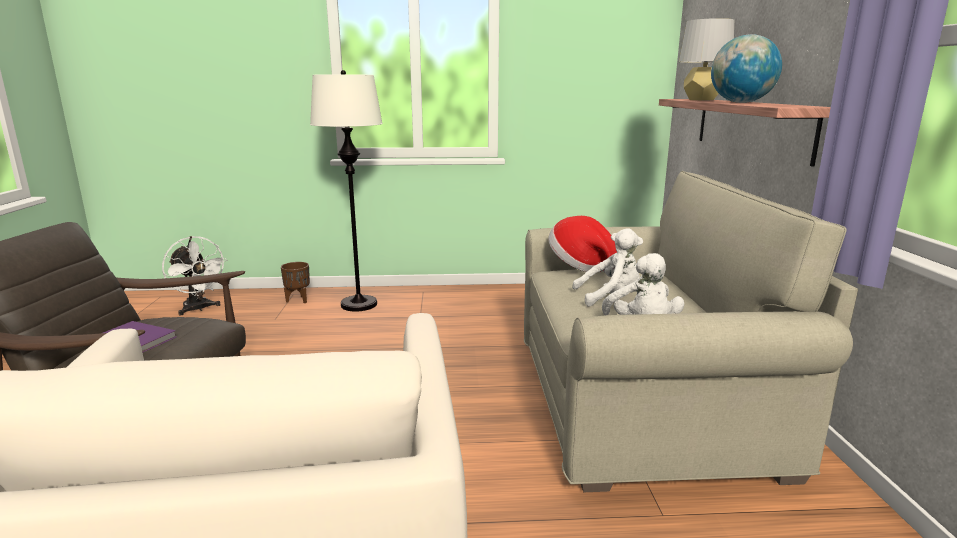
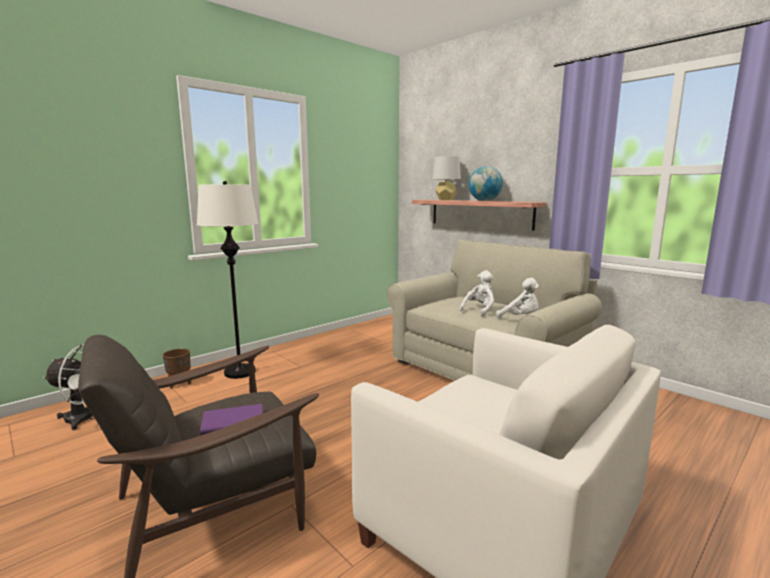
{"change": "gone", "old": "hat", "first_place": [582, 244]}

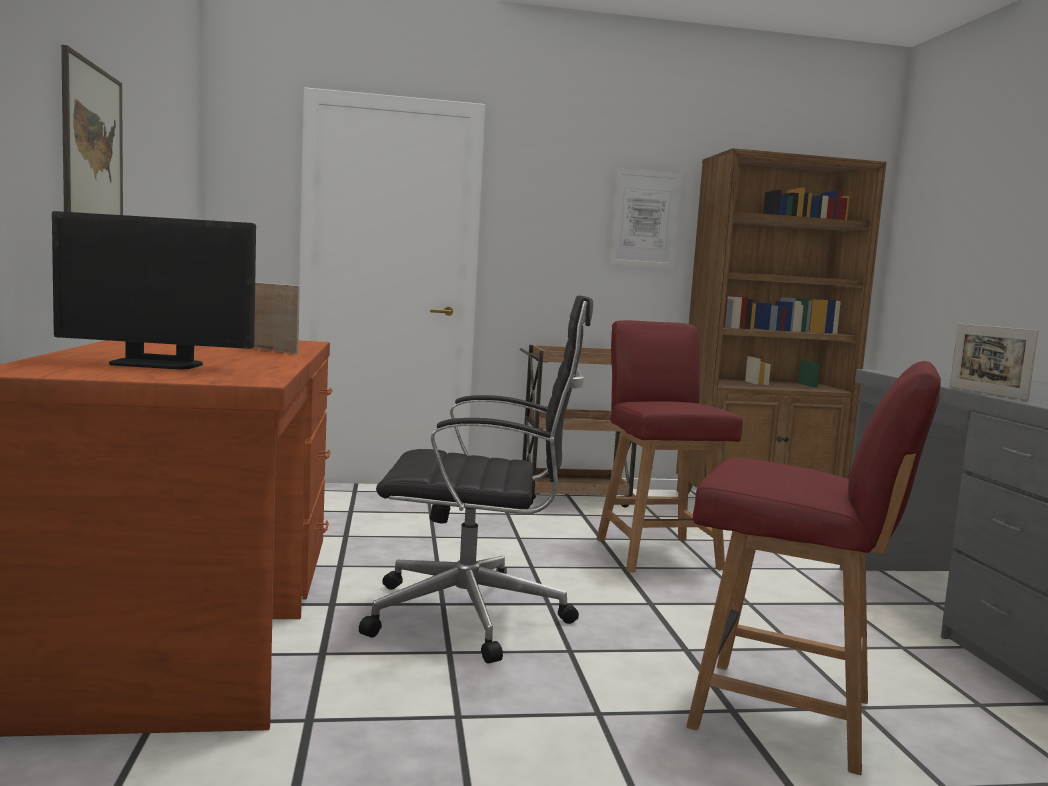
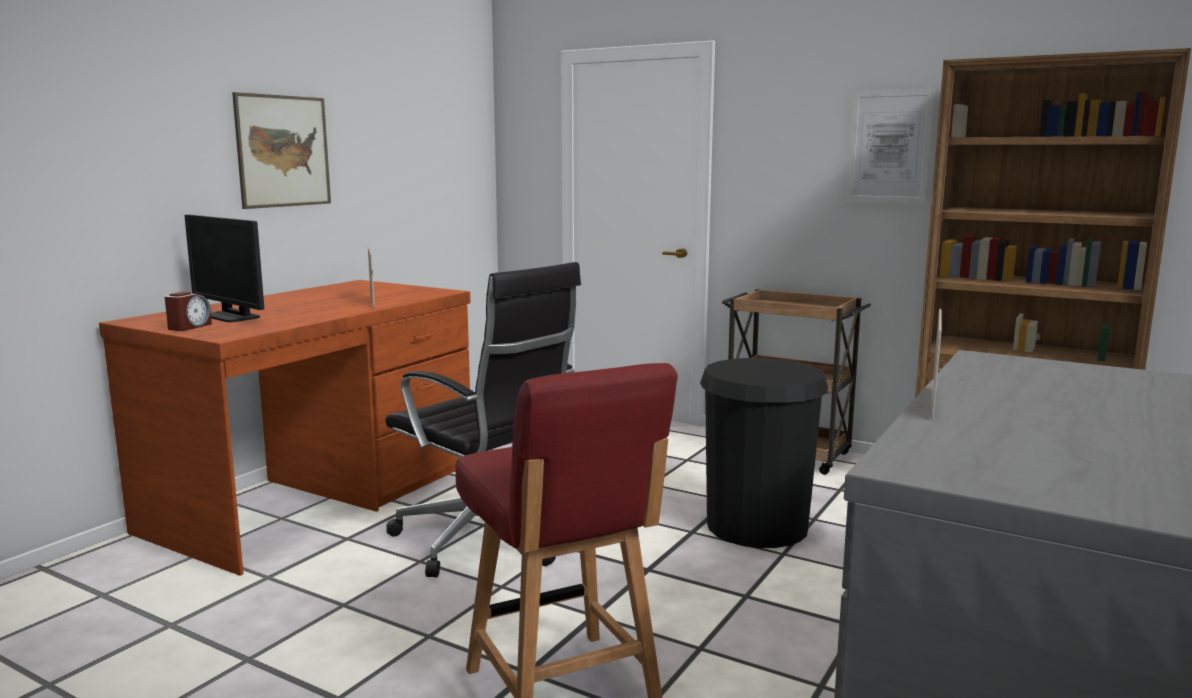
{"change": "new", "new": "bedside clock", "second_place": [188, 311]}
{"change": "swapped", "old": "upright chair in red", "new": "waste bin in black", "first_place": [670, 446], "second_place": [764, 453]}

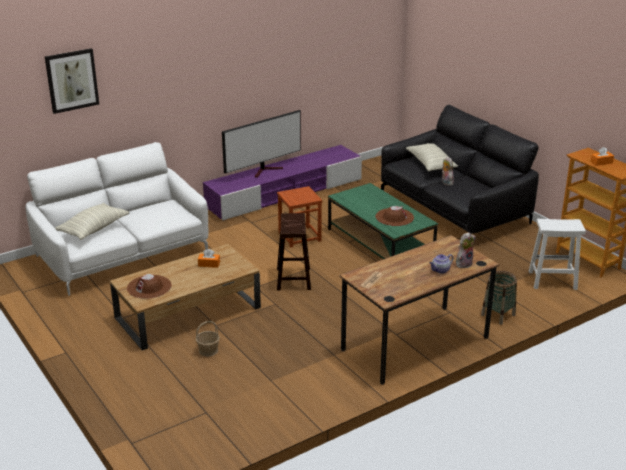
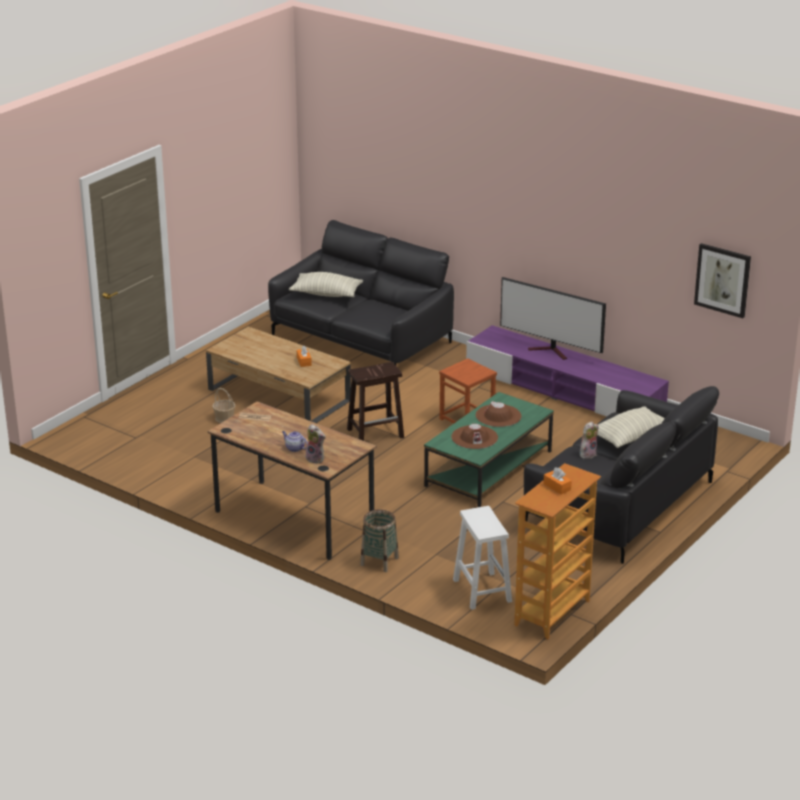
{"change": "repainted", "old": "sofa in white", "new": "sofa in black", "first_place": [116, 219], "second_place": [361, 292]}
{"change": "shifted", "old": "hat in brown", "first_place": [149, 286], "second_place": [498, 414]}
{"change": "shifted", "old": "wall art", "first_place": [72, 81], "second_place": [722, 280]}

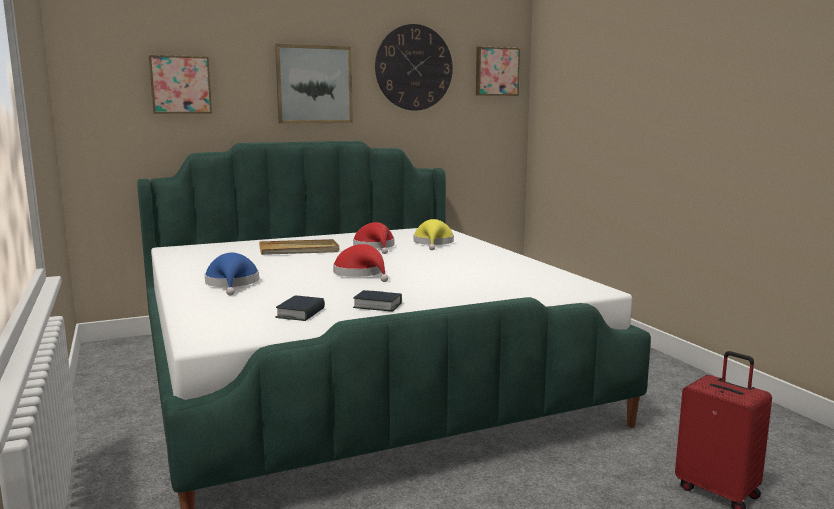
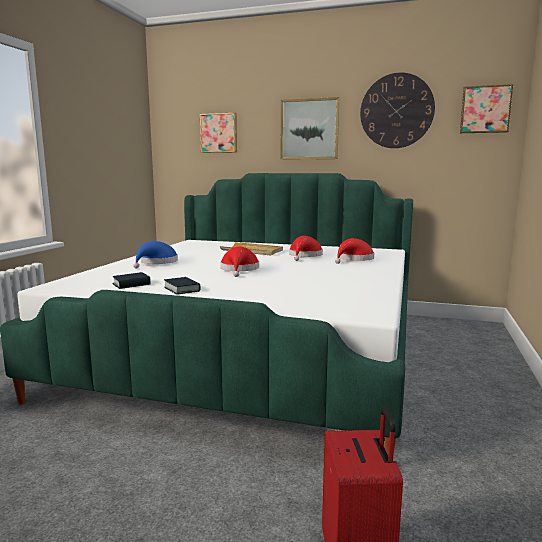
{"change": "repainted", "old": "hat in yellowish", "new": "hat in red", "first_place": [434, 234], "second_place": [354, 251]}

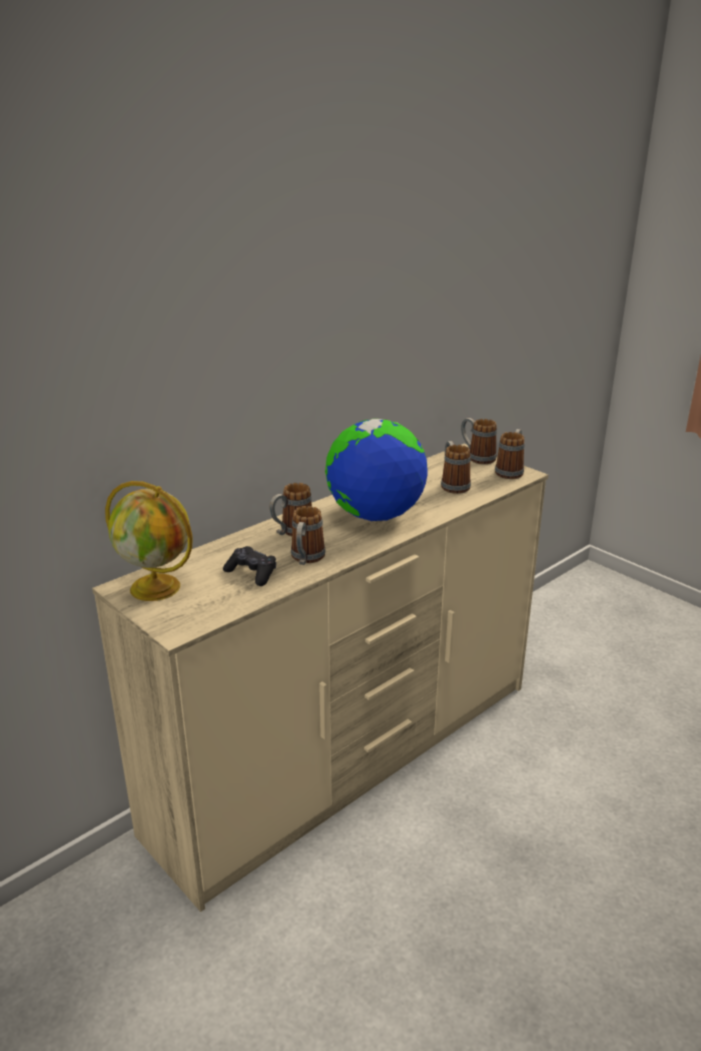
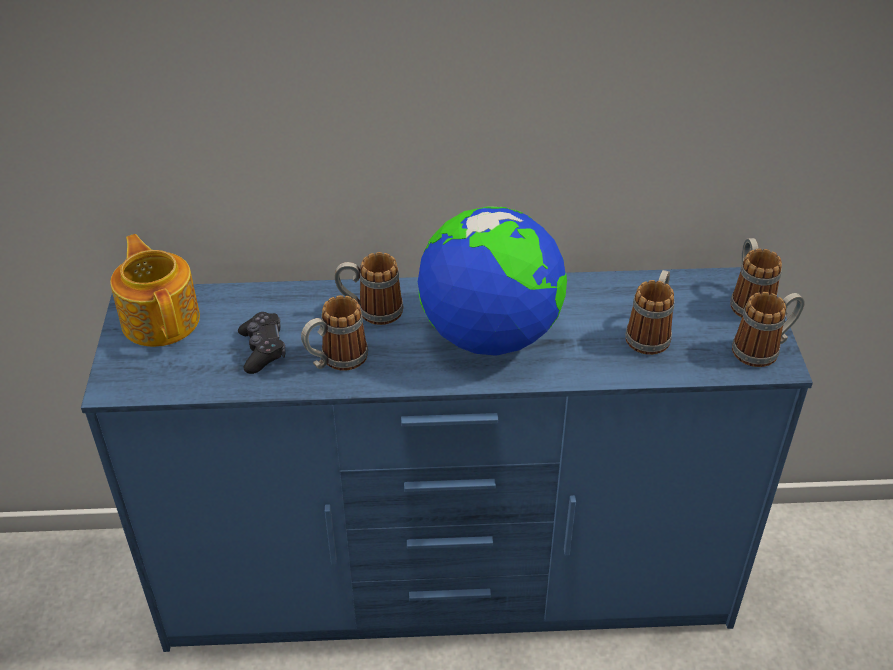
{"change": "repainted", "old": "chest of drawers in beige", "new": "chest of drawers in blue-coloured", "first_place": [320, 678], "second_place": [447, 459]}
{"change": "swapped", "old": "world globe", "new": "pot for tea", "first_place": [149, 541], "second_place": [155, 290]}

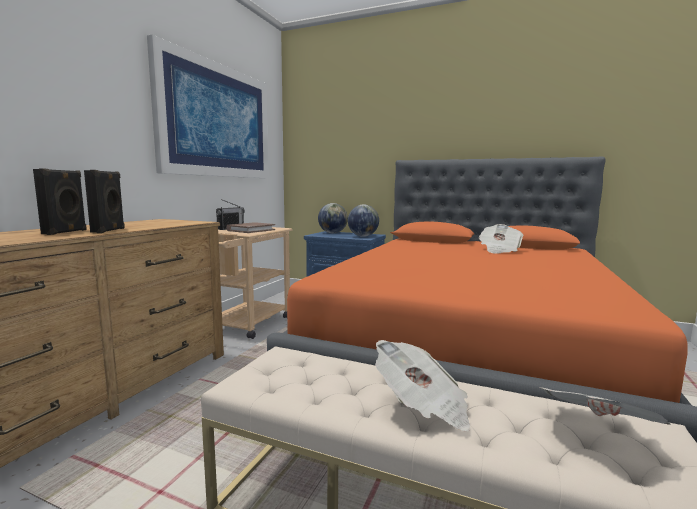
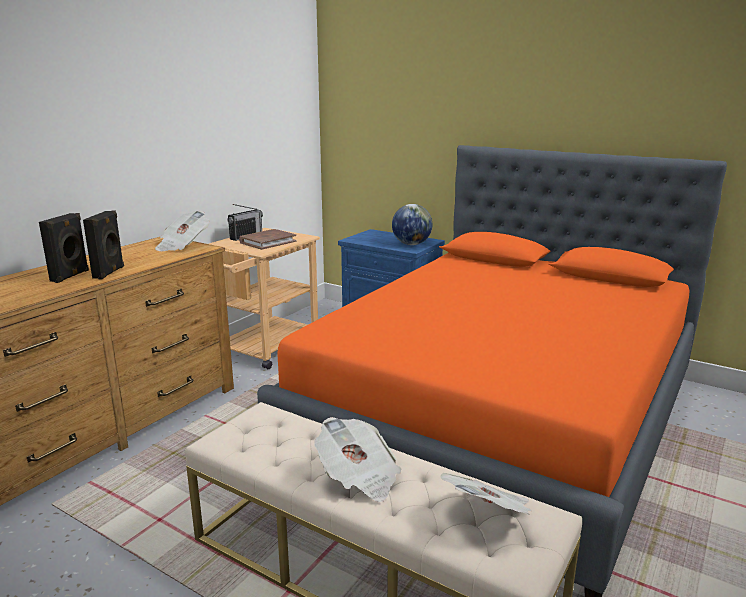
{"change": "shifted", "old": "printed paper", "first_place": [501, 239], "second_place": [182, 231]}
{"change": "gone", "old": "wall art", "first_place": [208, 106]}
{"change": "gone", "old": "world globe", "first_place": [333, 218]}

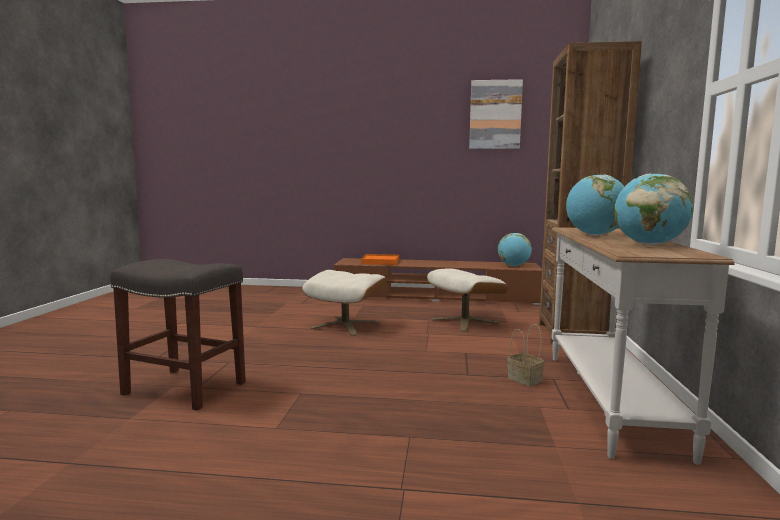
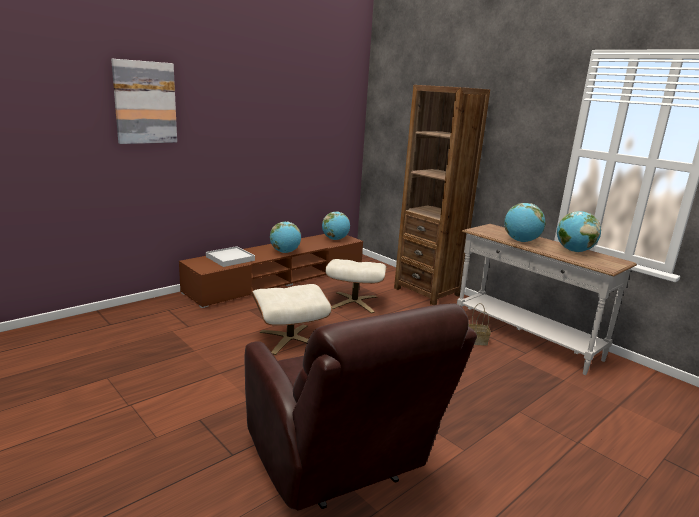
{"change": "shifted", "old": "wall art", "first_place": [496, 114], "second_place": [144, 101]}
{"change": "repainted", "old": "serving tray in orange", "new": "serving tray in white", "first_place": [380, 259], "second_place": [230, 256]}
{"change": "swapped", "old": "stool seat in gray", "new": "lounge chair in brown", "first_place": [178, 335], "second_place": [361, 406]}
{"change": "new", "new": "world globe", "second_place": [285, 237]}

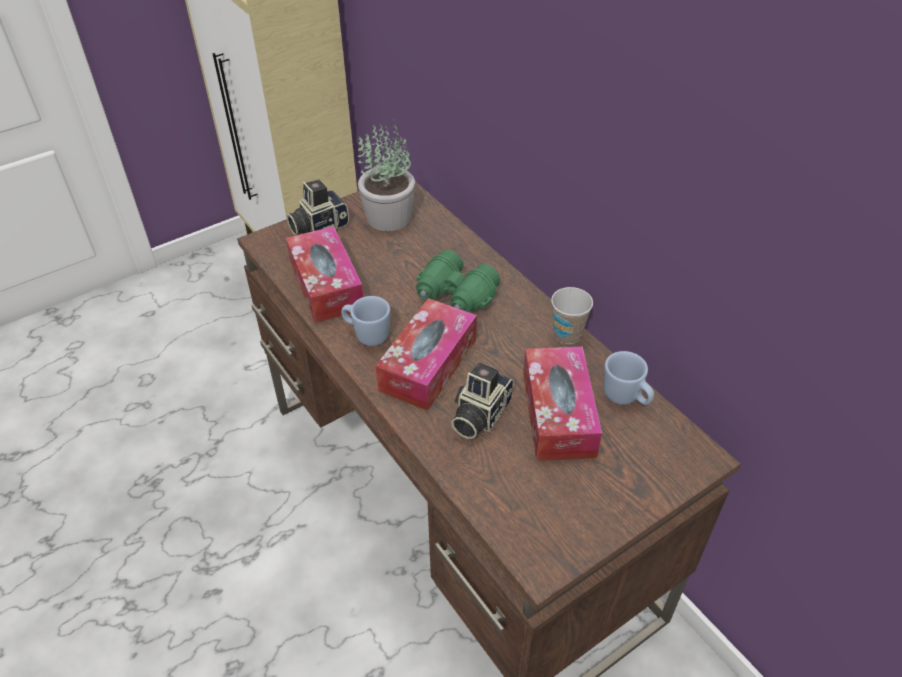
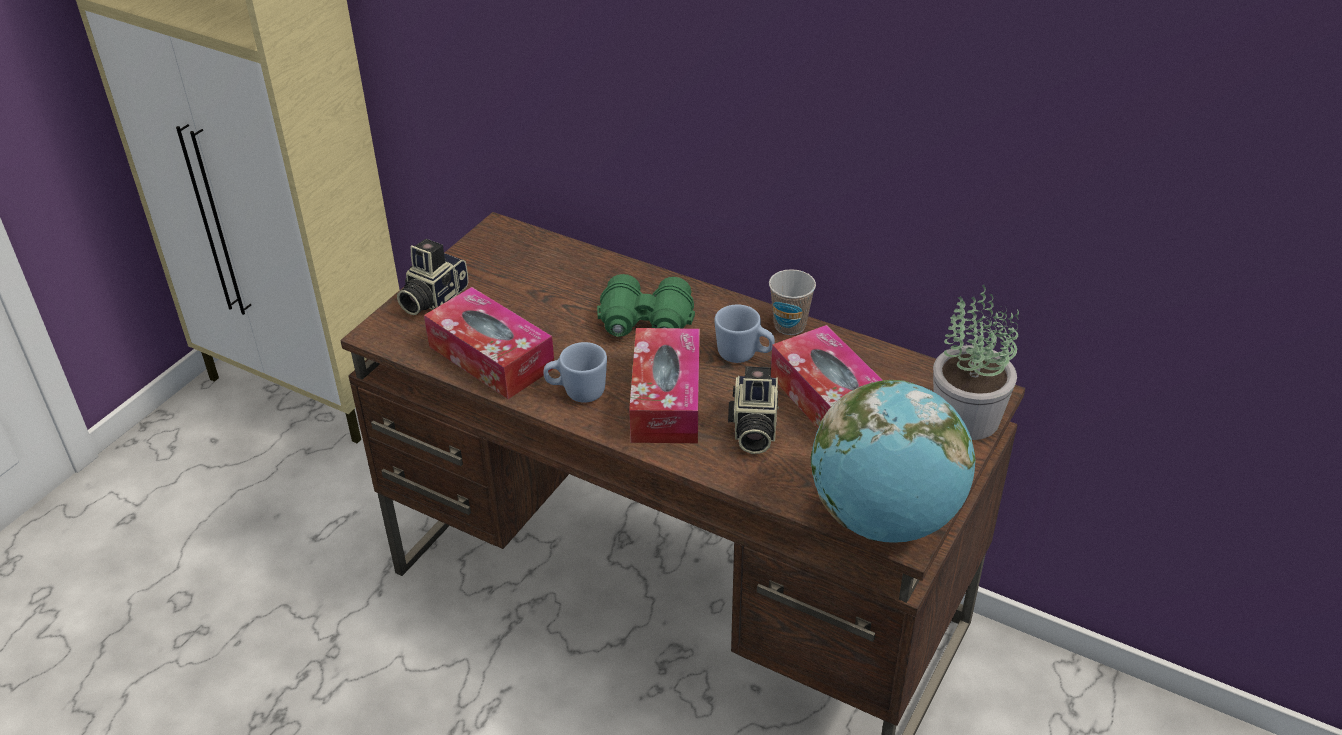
{"change": "shifted", "old": "coffee mug in blue-coloured", "first_place": [629, 378], "second_place": [744, 333]}
{"change": "new", "new": "world globe", "second_place": [893, 461]}
{"change": "shifted", "old": "houseplant", "first_place": [386, 175], "second_place": [976, 362]}

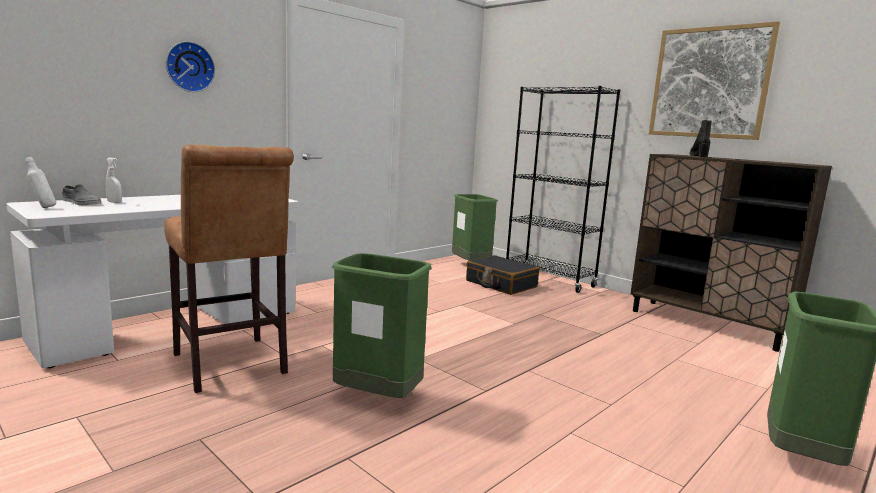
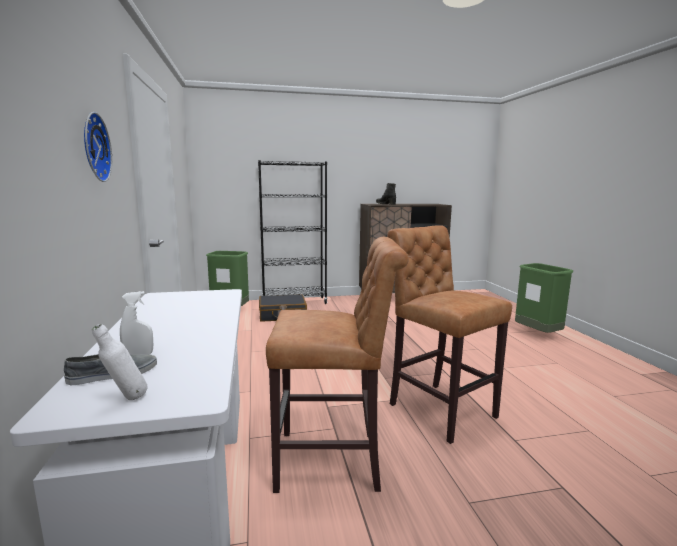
{"change": "swapped", "old": "waste bin in green", "new": "stool seat in brown", "first_place": [382, 325], "second_place": [449, 334]}
{"change": "gone", "old": "wall art", "first_place": [714, 80]}

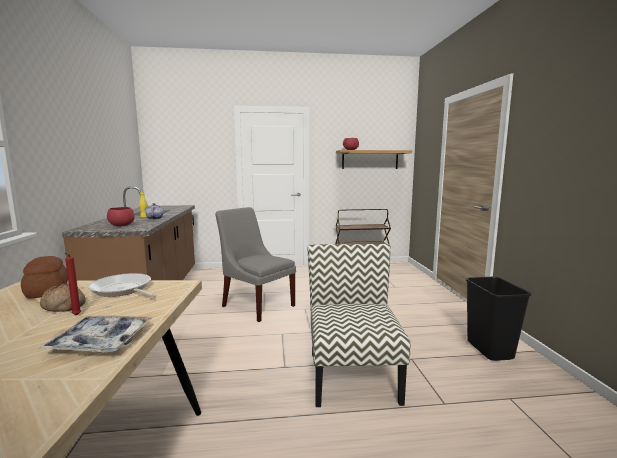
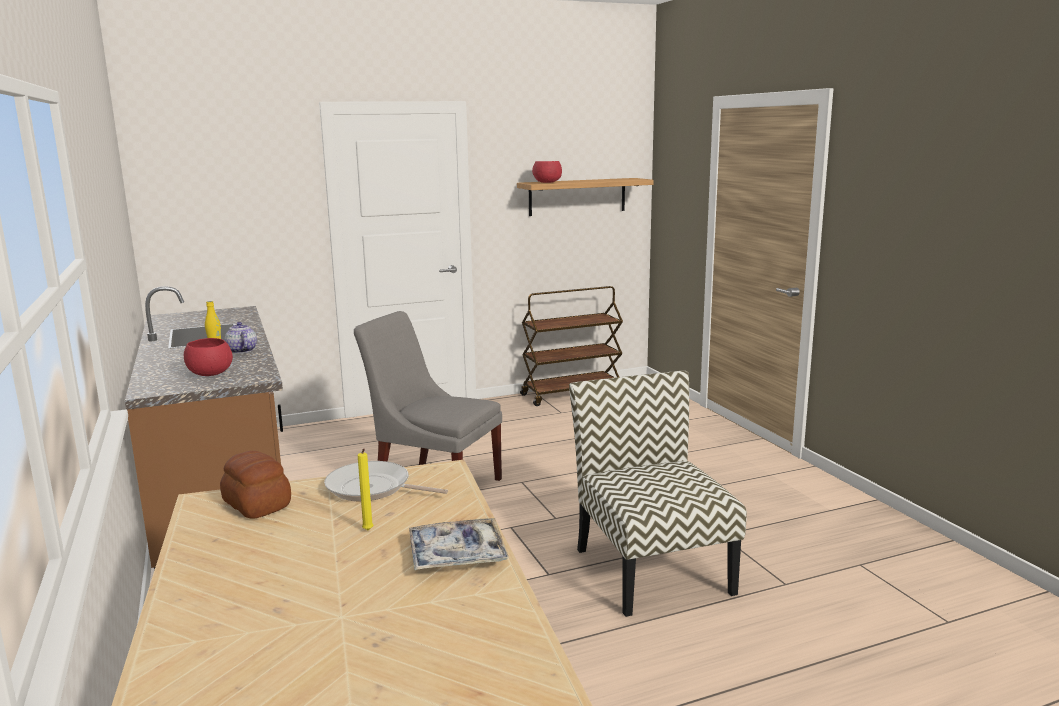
{"change": "repainted", "old": "candle in red", "new": "candle in yellowish", "first_place": [73, 284], "second_place": [365, 489]}
{"change": "gone", "old": "baked bread", "first_place": [63, 297]}
{"change": "gone", "old": "waste bin in black", "first_place": [498, 319]}

